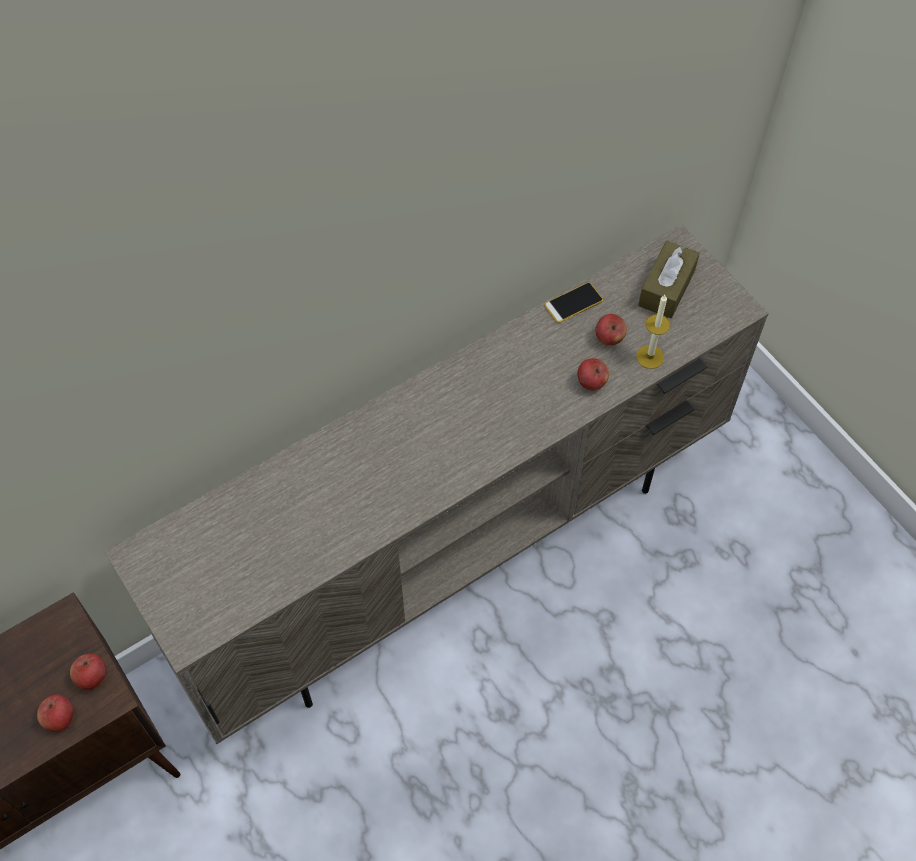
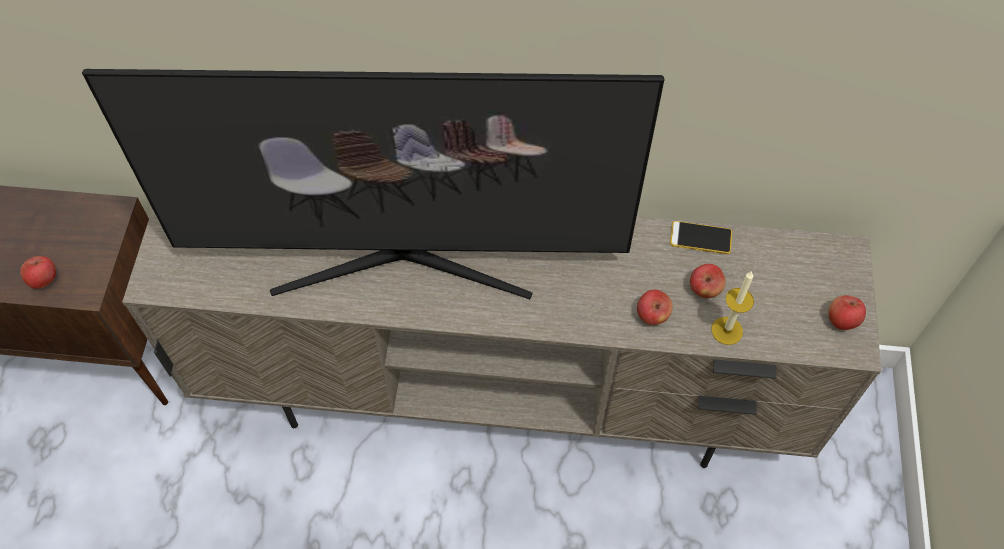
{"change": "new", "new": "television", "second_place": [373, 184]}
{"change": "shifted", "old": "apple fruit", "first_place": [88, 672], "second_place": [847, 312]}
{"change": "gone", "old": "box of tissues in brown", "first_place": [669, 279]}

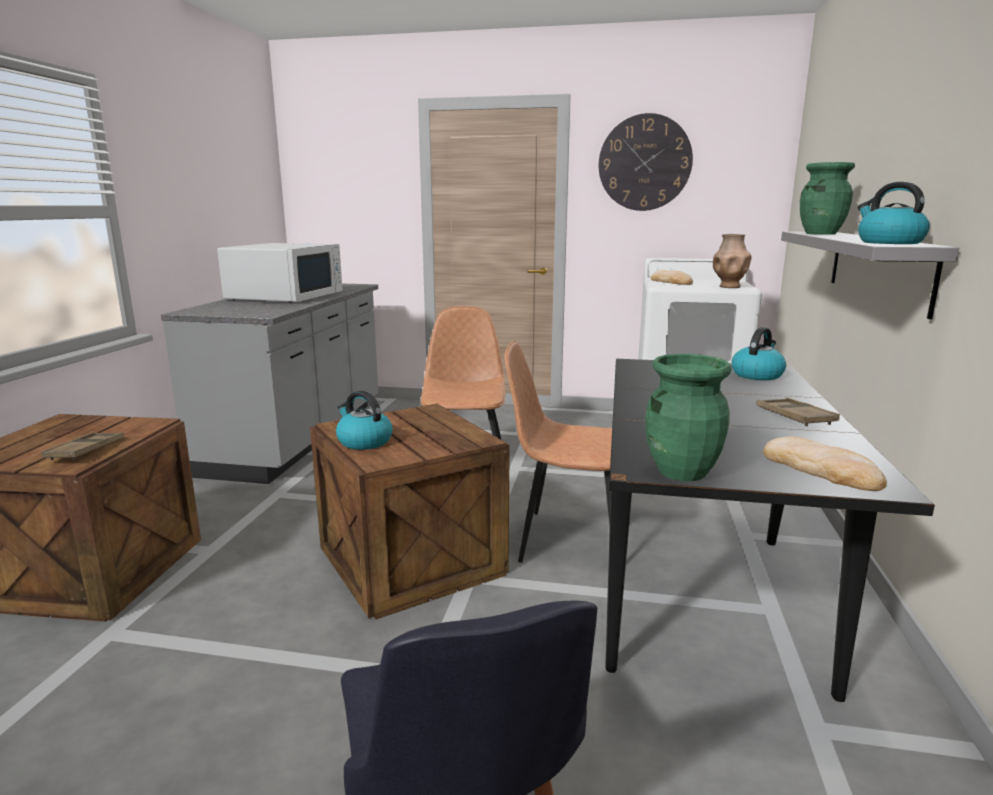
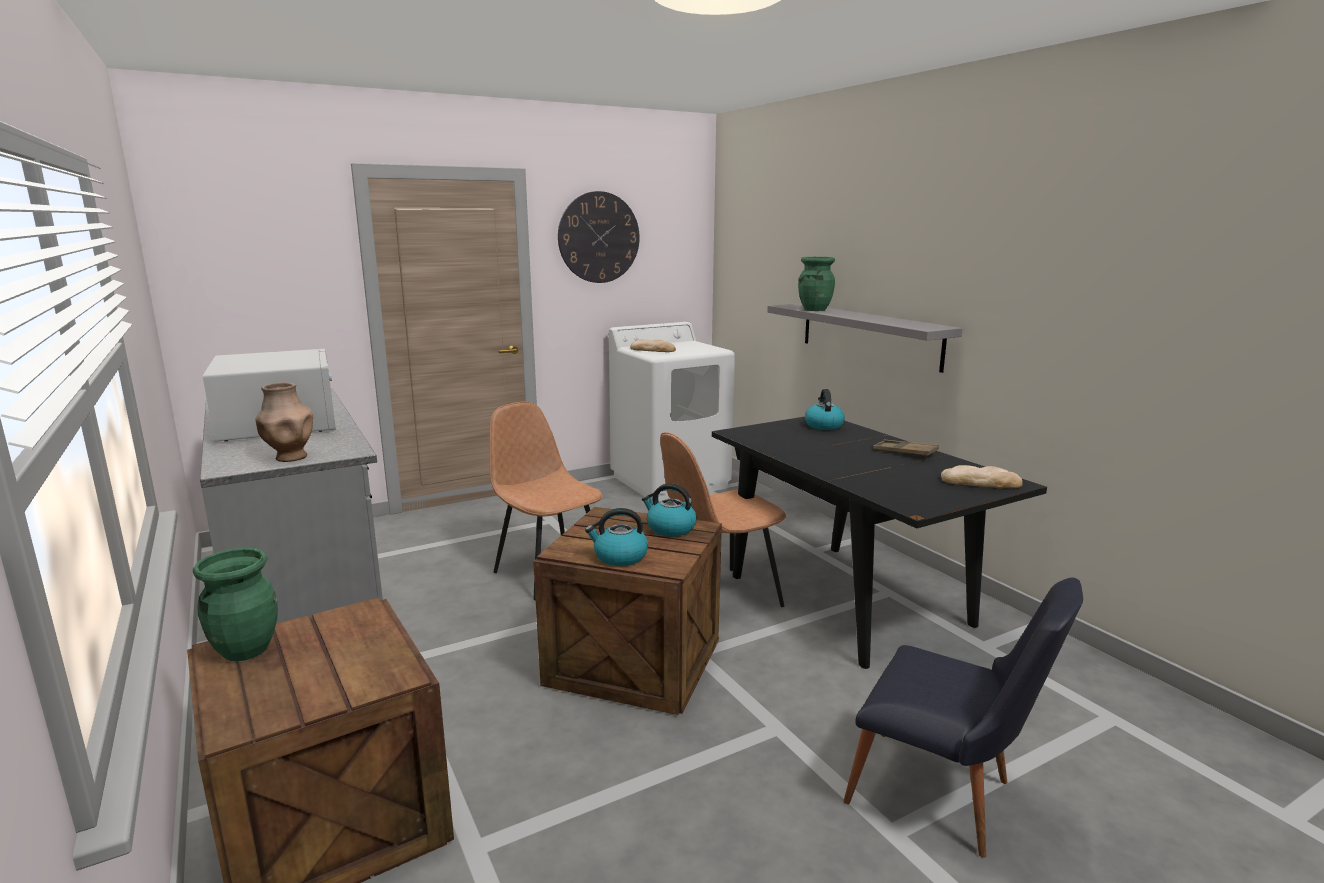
{"change": "shifted", "old": "decorative vase in green", "first_place": [688, 417], "second_place": [235, 604]}
{"change": "shifted", "old": "decorative vase in brown", "first_place": [732, 261], "second_place": [284, 422]}
{"change": "shifted", "old": "kettle", "first_place": [894, 213], "second_place": [669, 509]}
{"change": "gone", "old": "serving tray in brown", "first_place": [82, 446]}

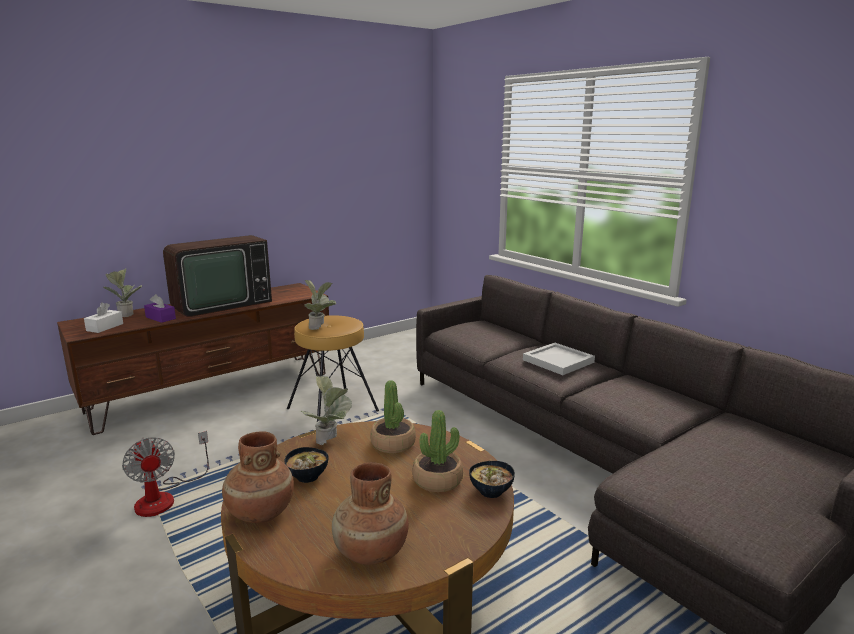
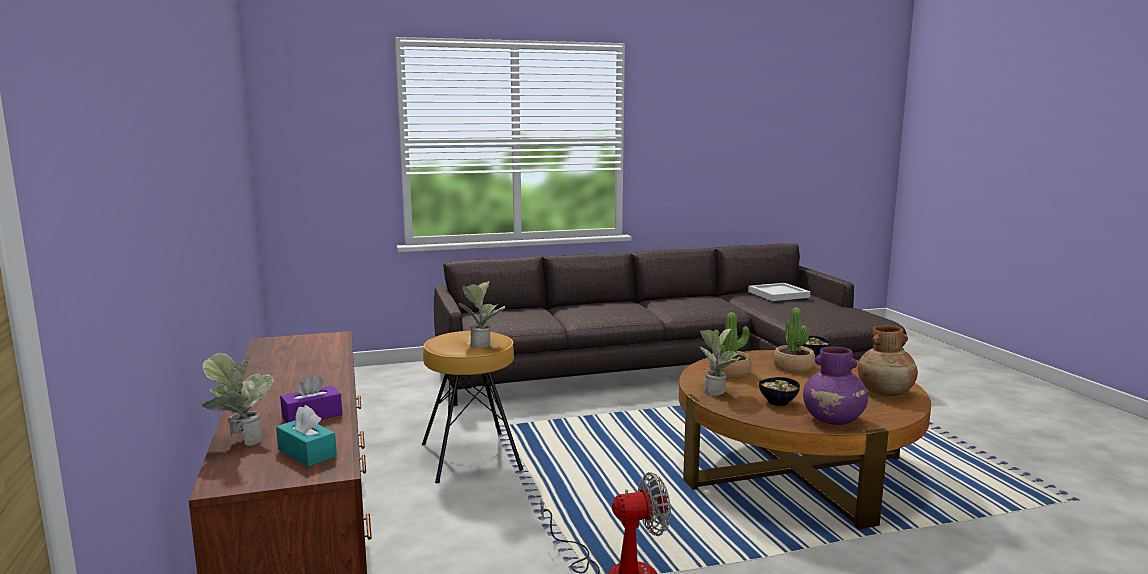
{"change": "repainted", "old": "box of tissues in white", "new": "box of tissues in turquoise-coloured", "first_place": [103, 317], "second_place": [306, 436]}
{"change": "shifted", "old": "serving tray in white", "first_place": [559, 359], "second_place": [779, 292]}
{"change": "repainted", "old": "decorative vase in brown", "new": "decorative vase in purple-coloured", "first_place": [258, 477], "second_place": [835, 385]}
{"change": "gone", "old": "television", "first_place": [217, 276]}

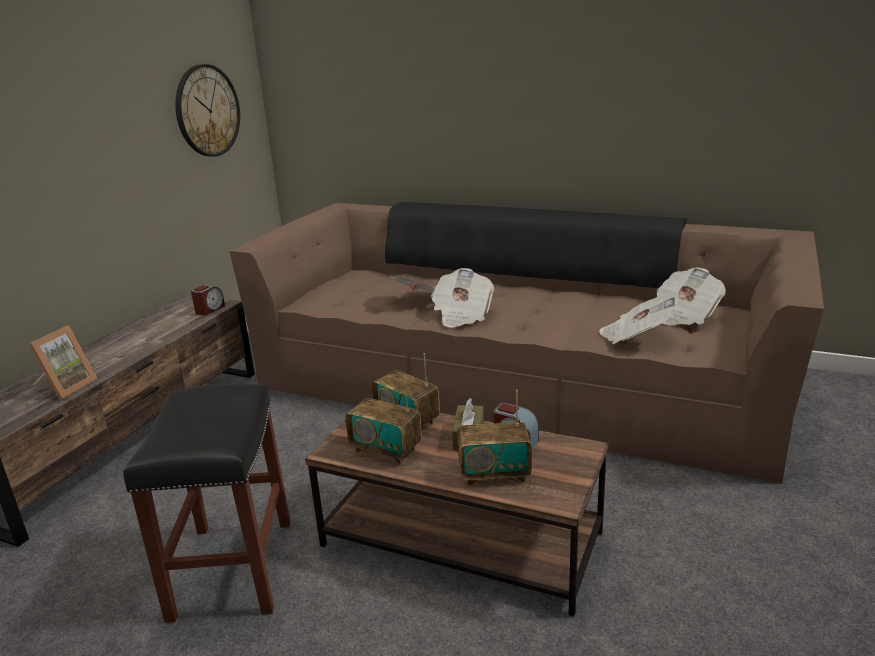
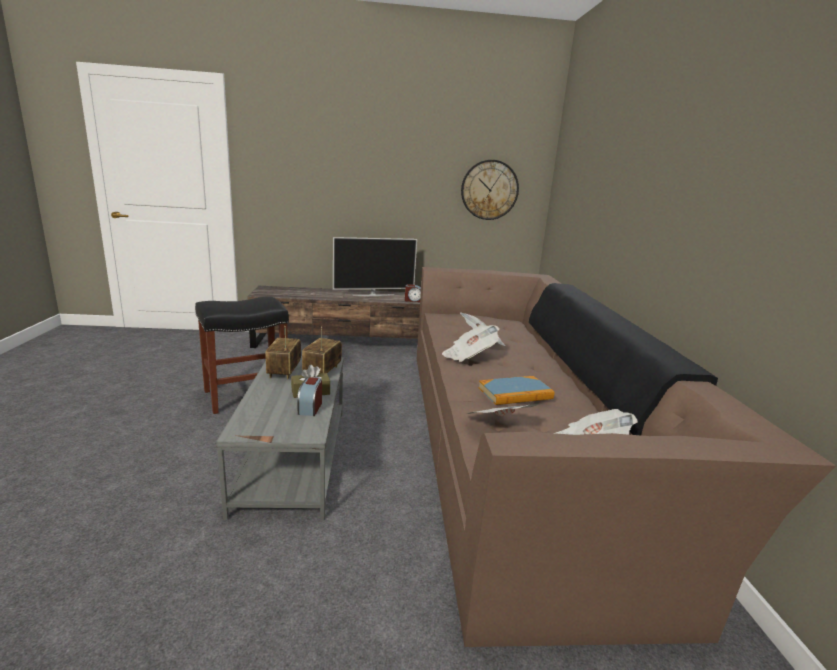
{"change": "repainted", "old": "low table in brown", "new": "low table in gray", "first_place": [456, 514], "second_place": [280, 438]}
{"change": "new", "new": "television", "second_place": [375, 266]}
{"change": "new", "new": "bound book", "second_place": [516, 390]}
{"change": "gone", "old": "picture frame", "first_place": [63, 362]}
{"change": "gone", "old": "radio receiver", "first_place": [494, 438]}

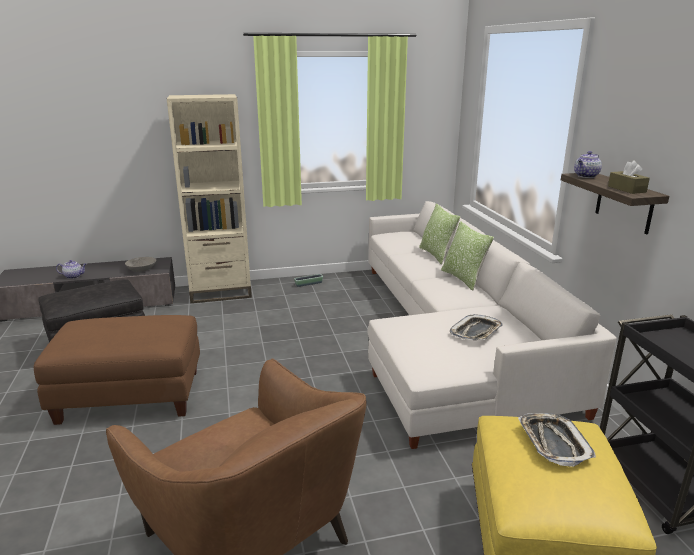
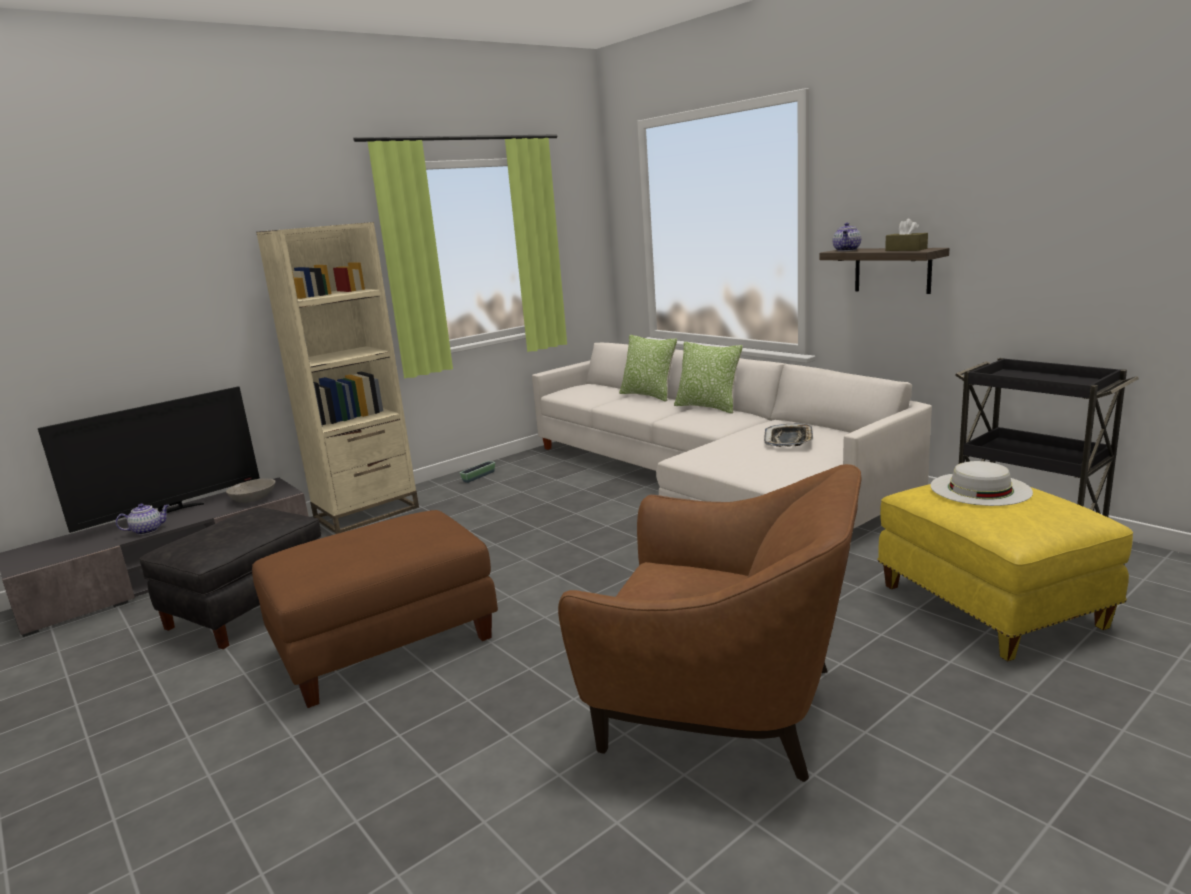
{"change": "new", "new": "television", "second_place": [149, 459]}
{"change": "swapped", "old": "serving tray", "new": "hat in white", "first_place": [557, 440], "second_place": [981, 483]}

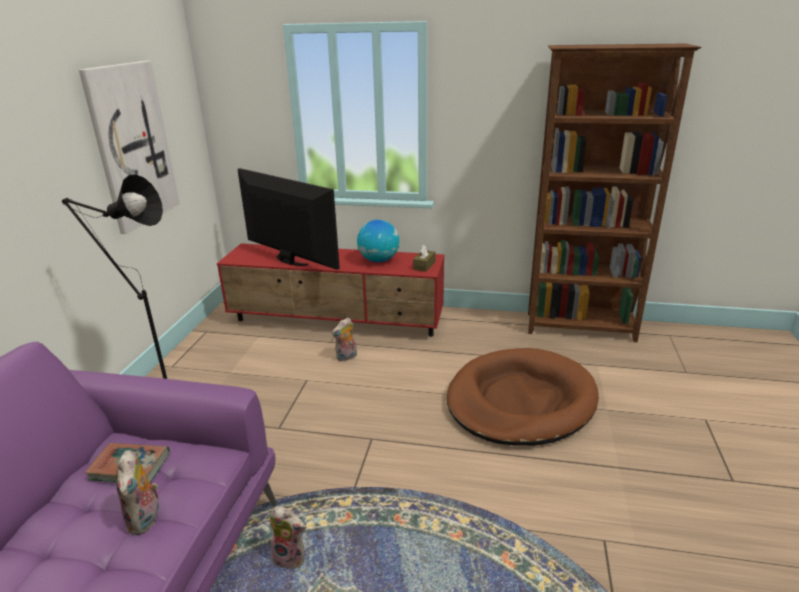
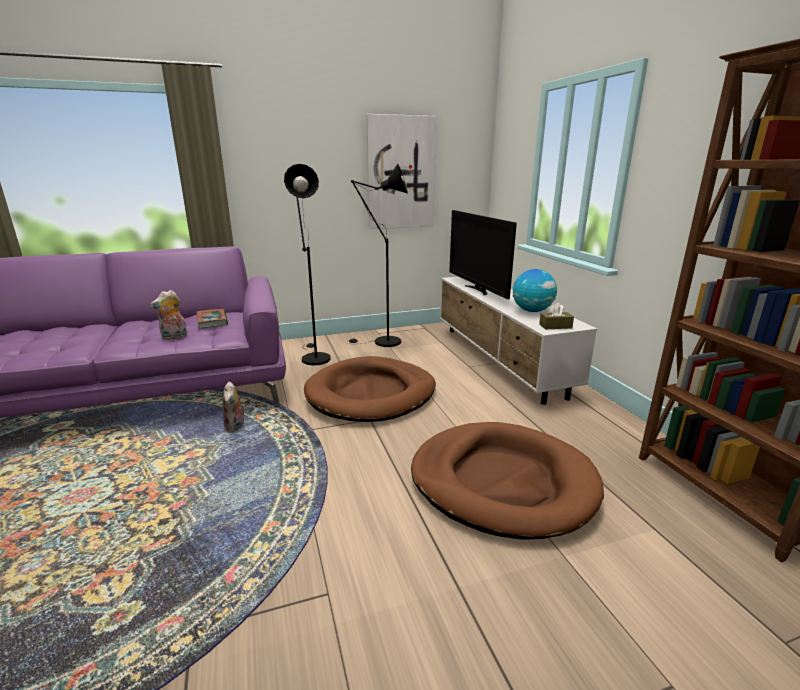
{"change": "new", "new": "dog bed in brown", "second_place": [370, 389]}
{"change": "new", "new": "standard lamp in black", "second_place": [377, 255]}
{"change": "repainted", "old": "tv stand in red", "new": "tv stand in white", "first_place": [331, 290], "second_place": [518, 341]}
{"change": "rotated", "old": "television", "first_place": [288, 219], "second_place": [483, 254], "degrees": 150}
{"change": "gone", "old": "soft toy", "first_place": [344, 339]}

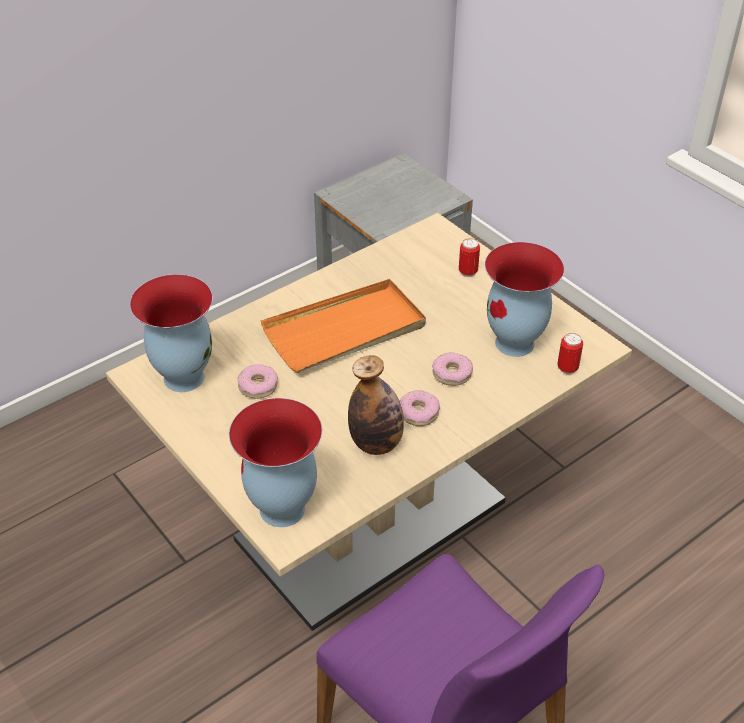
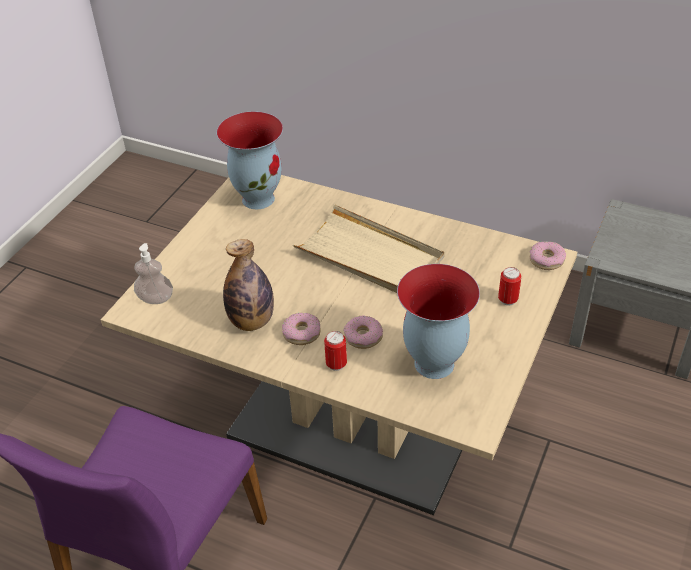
{"change": "swapped", "old": "decorative vase", "new": "liquid soap bottle", "first_place": [275, 462], "second_place": [153, 273]}
{"change": "repainted", "old": "serving tray in orange", "new": "serving tray in beige", "first_place": [343, 326], "second_place": [368, 248]}
{"change": "shifted", "old": "sealed can", "first_place": [570, 353], "second_place": [335, 351]}
{"change": "shifted", "old": "doughnut", "first_place": [258, 381], "second_place": [547, 255]}

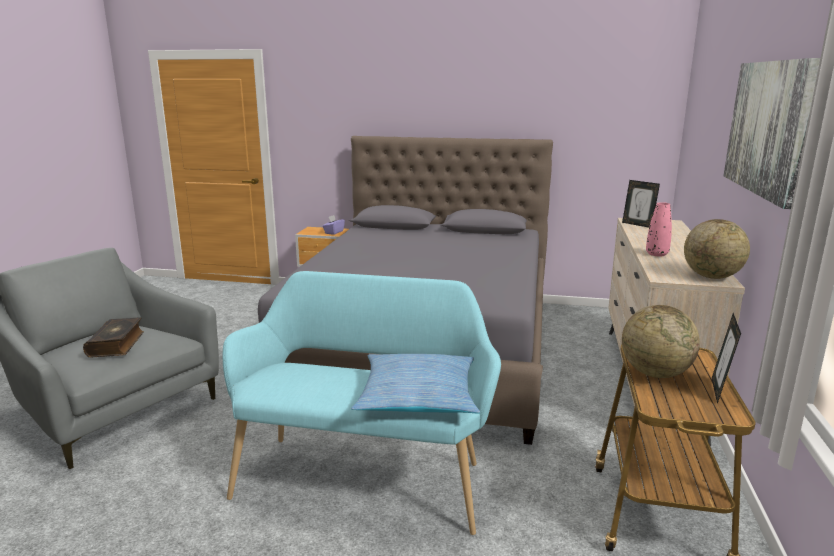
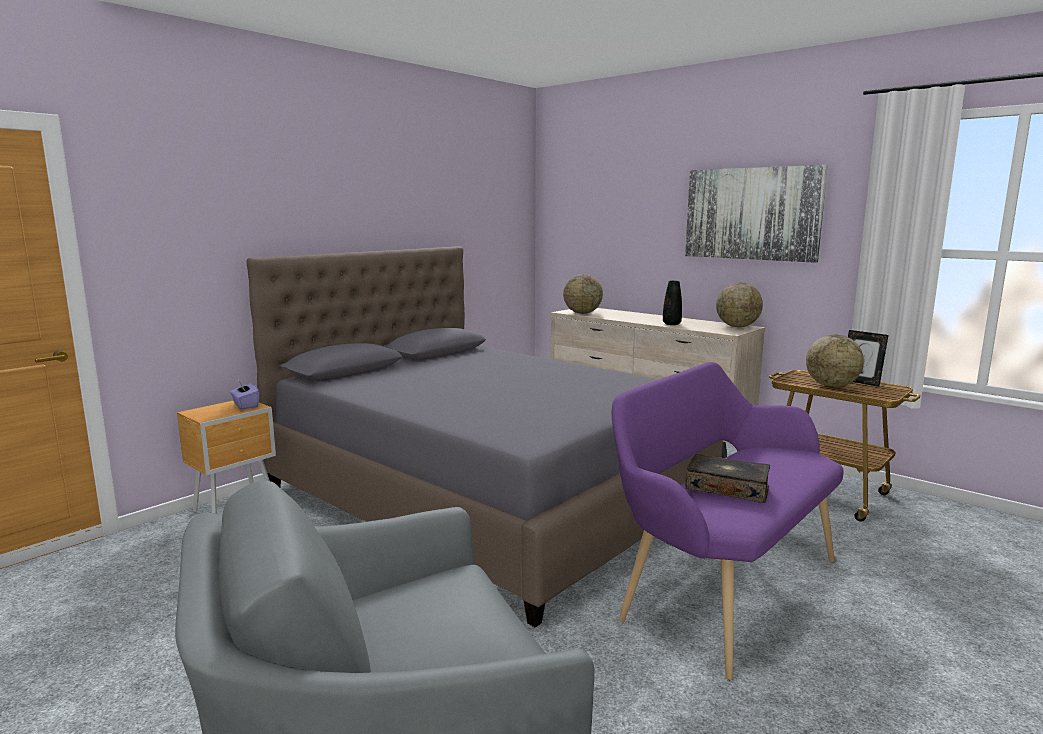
{"change": "swapped", "old": "picture frame", "new": "world globe", "first_place": [641, 204], "second_place": [583, 294]}
{"change": "repainted", "old": "long seat in turquoise-coloured", "new": "long seat in purple-coloured", "first_place": [361, 403], "second_place": [727, 521]}
{"change": "repainted", "old": "decorative vase in pink-coloured", "new": "decorative vase in black", "first_place": [659, 229], "second_place": [672, 303]}
{"change": "shifted", "old": "bound book", "first_place": [113, 337], "second_place": [728, 478]}
{"change": "gone", "old": "cushion", "first_place": [415, 383]}

